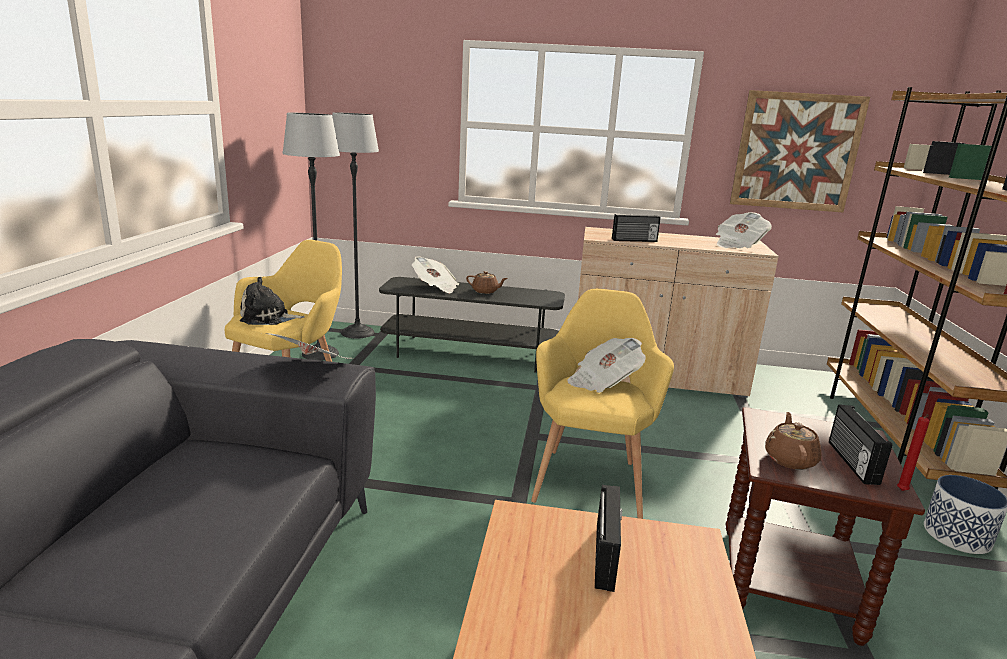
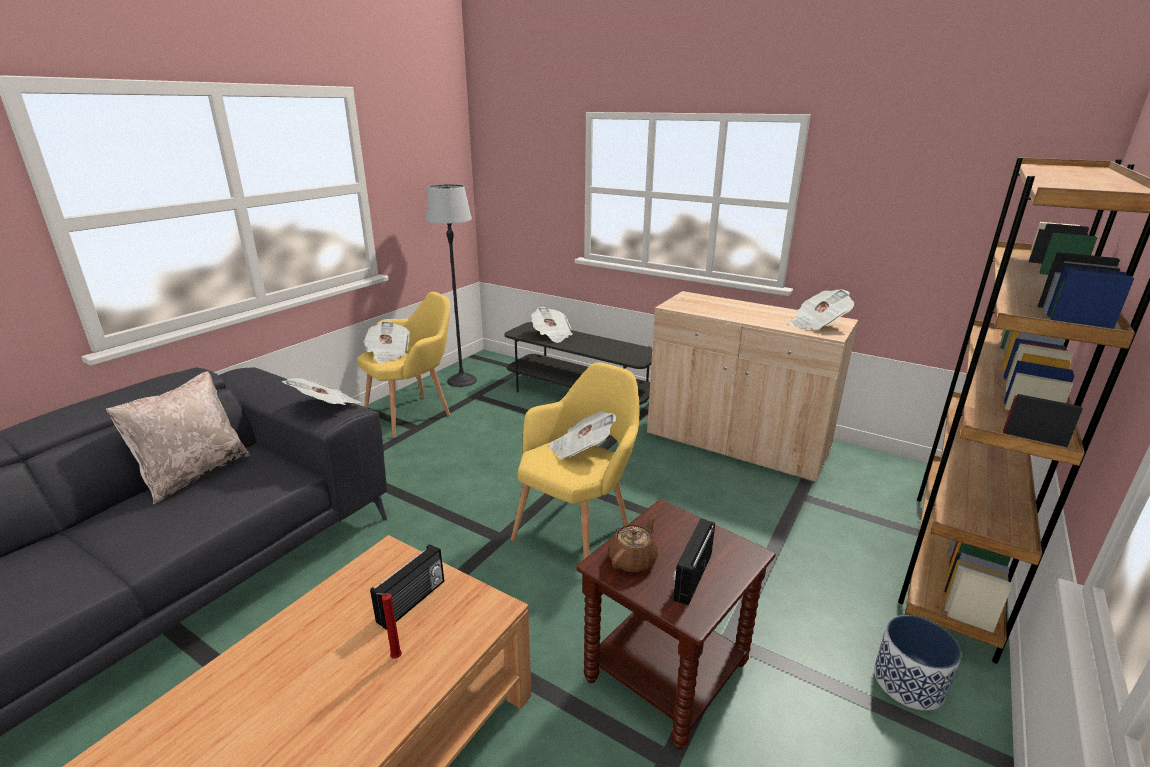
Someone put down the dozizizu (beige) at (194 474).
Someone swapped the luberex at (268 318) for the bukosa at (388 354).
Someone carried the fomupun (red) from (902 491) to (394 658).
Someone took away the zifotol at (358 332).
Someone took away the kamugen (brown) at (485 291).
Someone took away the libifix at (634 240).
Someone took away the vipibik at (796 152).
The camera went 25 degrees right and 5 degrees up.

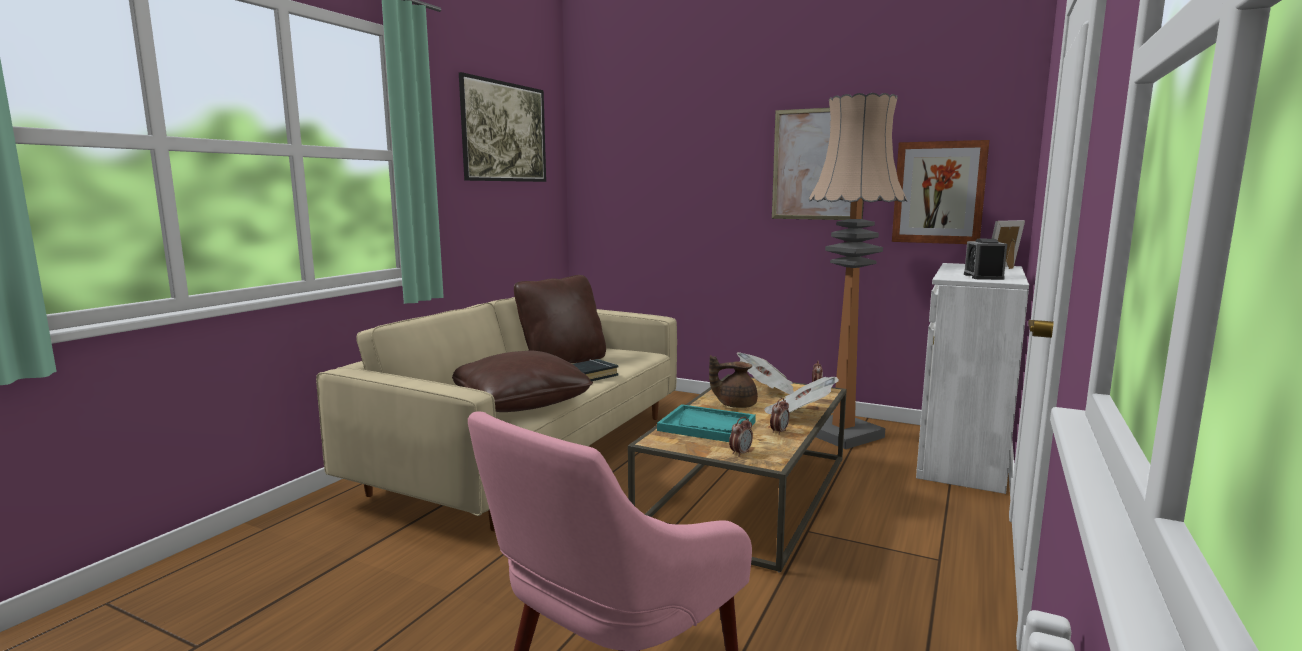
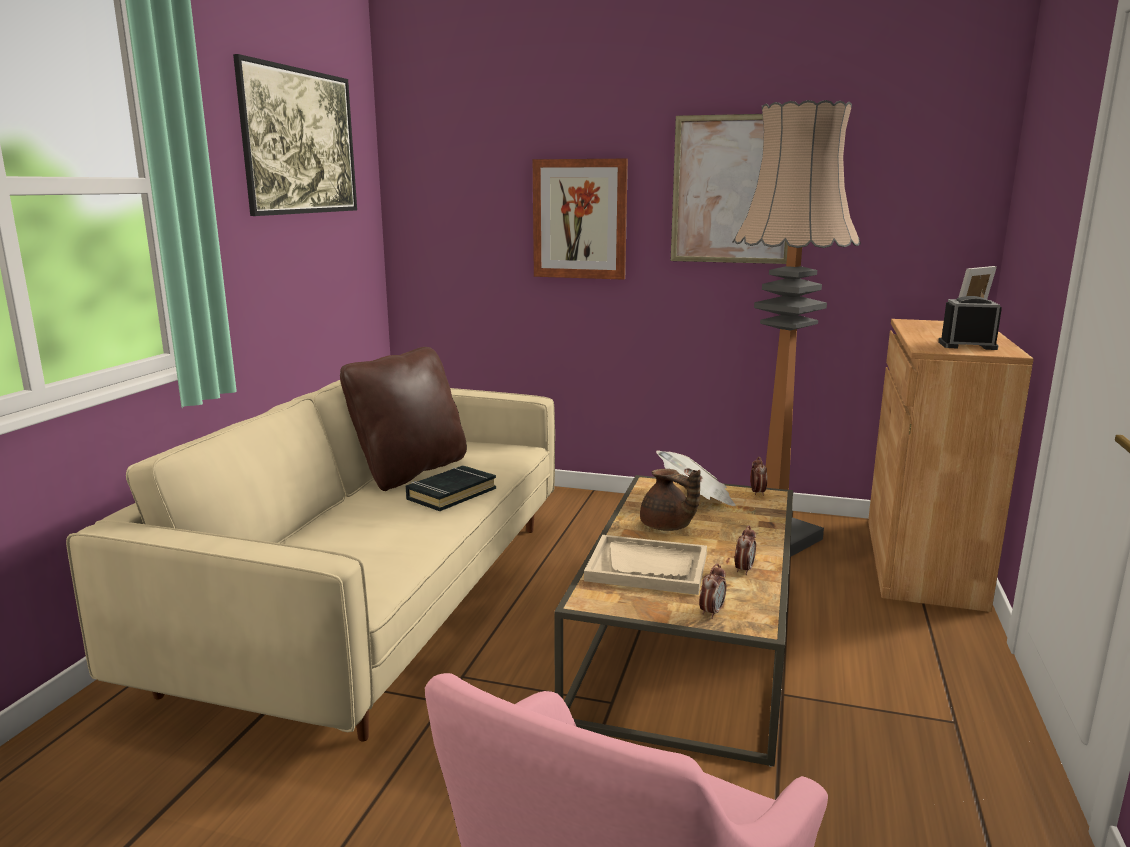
Someone carried the vipibik from (939 192) to (580 219).
Someone repainted the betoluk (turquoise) at (707 426), which became the betoluk (beige) at (647 567).
Someone rotated the kamugen (brown) at (735 405) by 120 degrees counterclockwise.
Someone repainted the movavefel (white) at (962 457), which became the movavefel (brown) at (922 561).
Someone rotated the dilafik at (983 277) by 105 degrees clockwise.
Someone took away the dozizizu (brown) at (521 402).
Someone took away the bukosa at (798 415).
The camera went 10 degrees left and 5 degrees up.

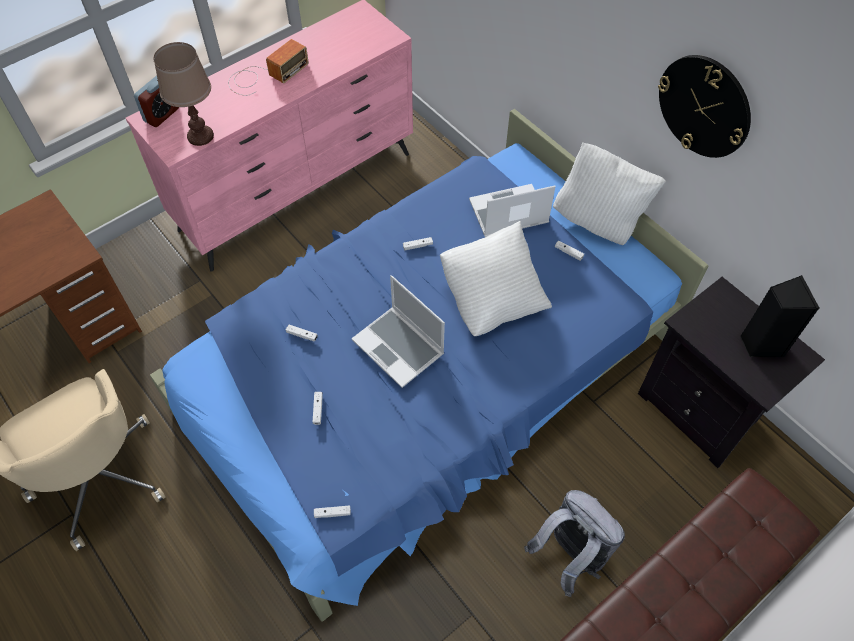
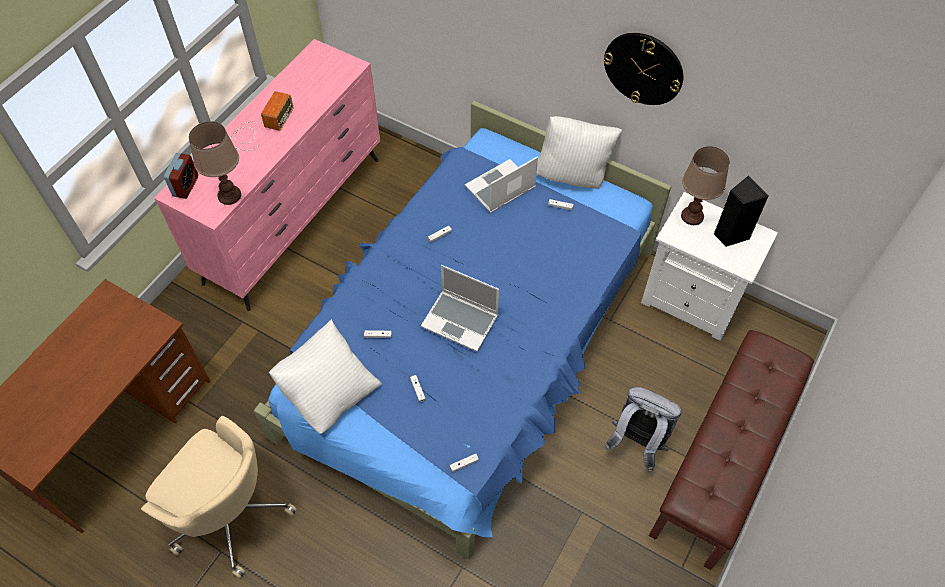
Someone carried the dozizizu (white) from (492 299) to (329 391).
Someone repainted the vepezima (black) at (701 410), which became the vepezima (white) at (692 300).
Someone put down the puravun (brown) at (692 216).
The camera went 20 degrees left and 0 degrees up.

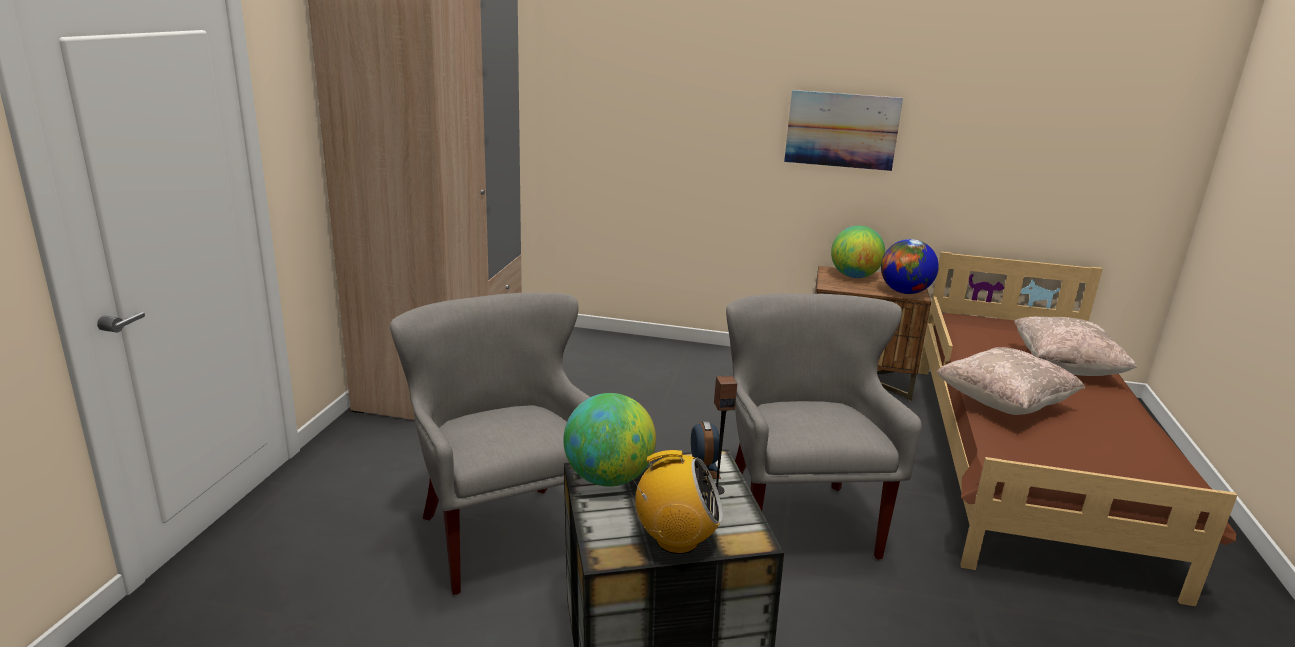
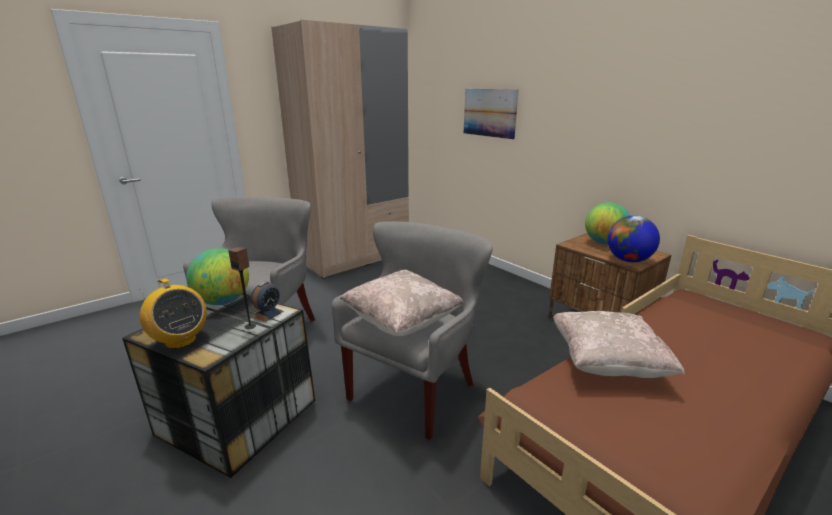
Someone carried the dozizizu (beige) from (1065 368) to (402 322).
Someone carried the vipibik from (842 130) to (489 112).
The camera went 40 degrees right and 0 degrees up.

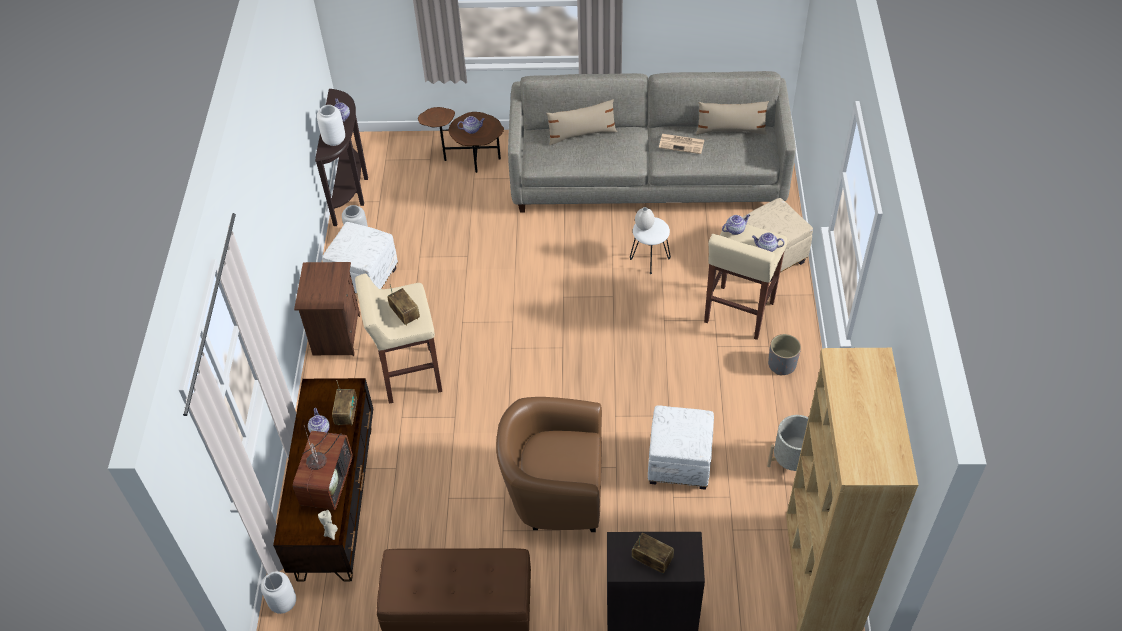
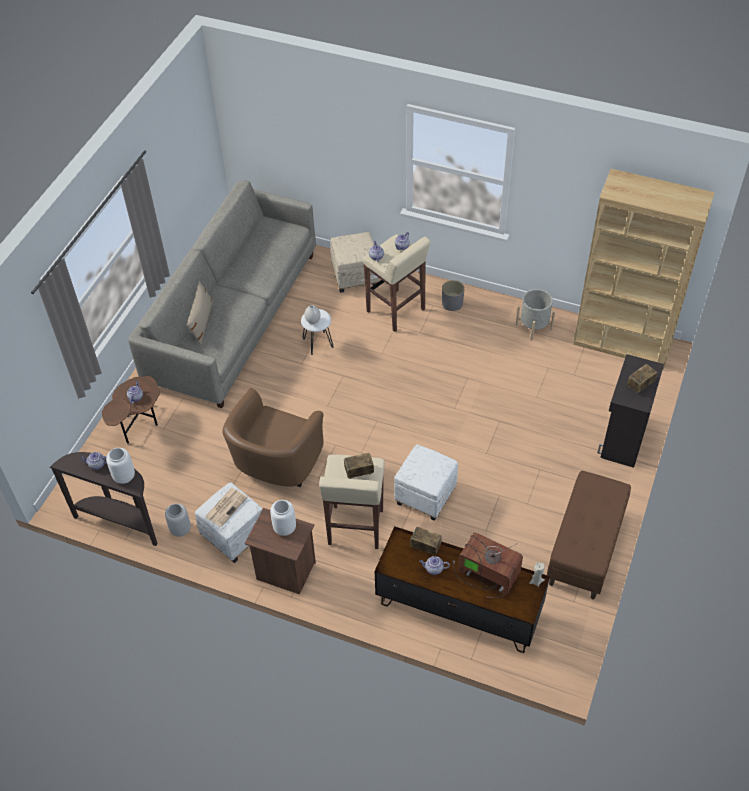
Someone carried the bukosa from (682 144) to (226 506).
Someone carried the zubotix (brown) from (554 491) to (275 465).
Someone carried the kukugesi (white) from (284 603) to (285 527).
Someone carried the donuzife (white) from (678 464) to (425 496).
Someone took away the dozizizu (beige) at (731 130).
The camera went 70 degrees left and 0 degrees up.

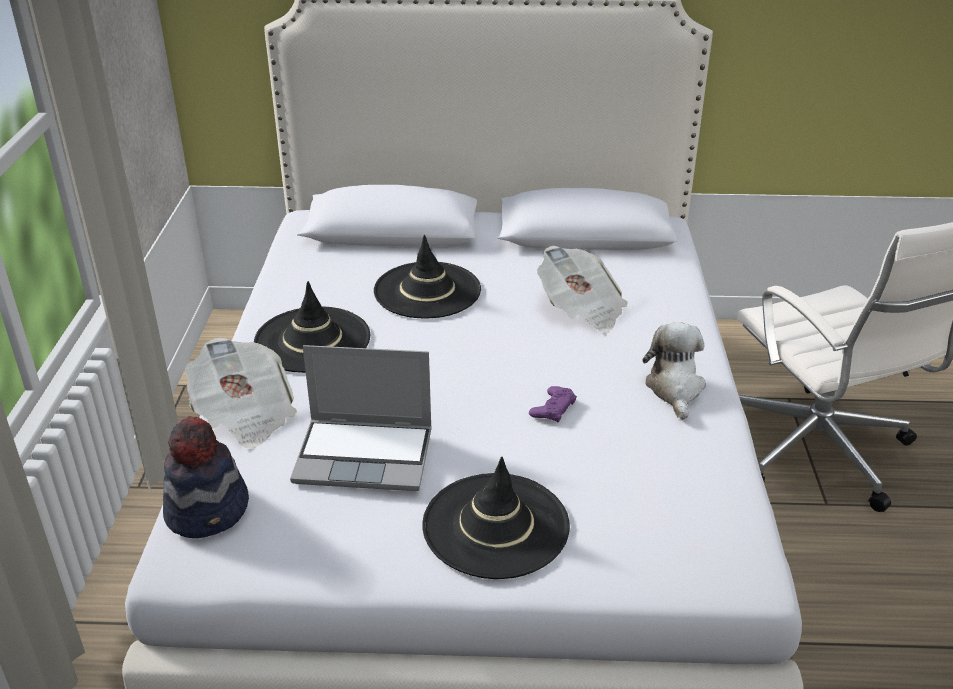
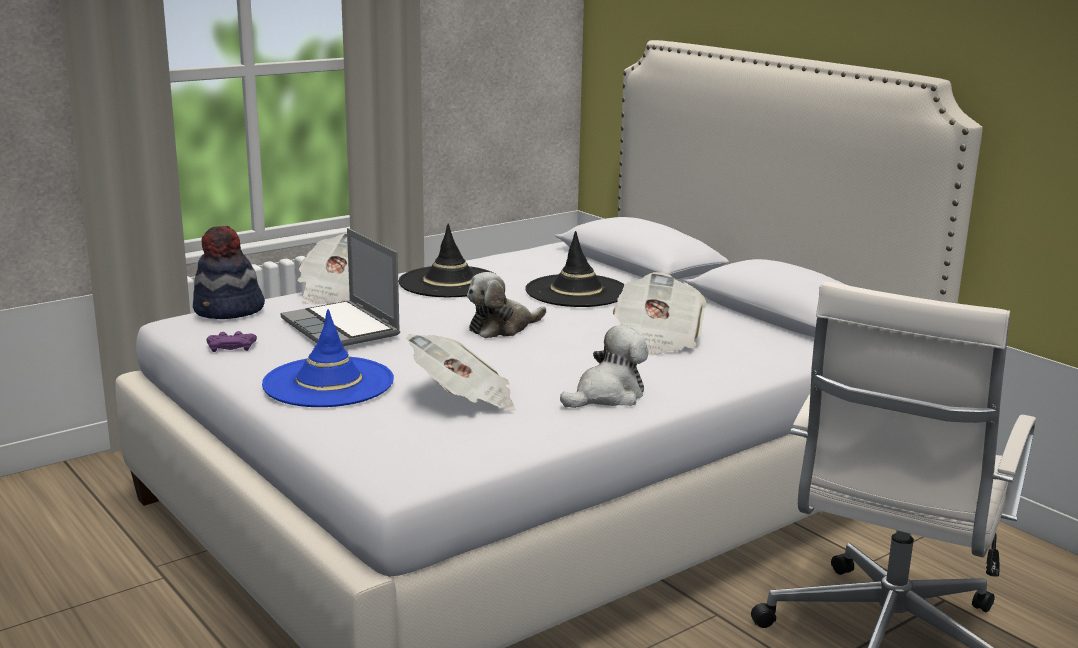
Someone carried the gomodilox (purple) from (553 408) to (231 346).
Someone repainted the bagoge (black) at (495 525), which became the bagoge (blue) at (328 383).
Someone put down the bukosa at (464 400).
Someone put down the luberex at (502 328).
The camera went 50 degrees right and 15 degrees down.

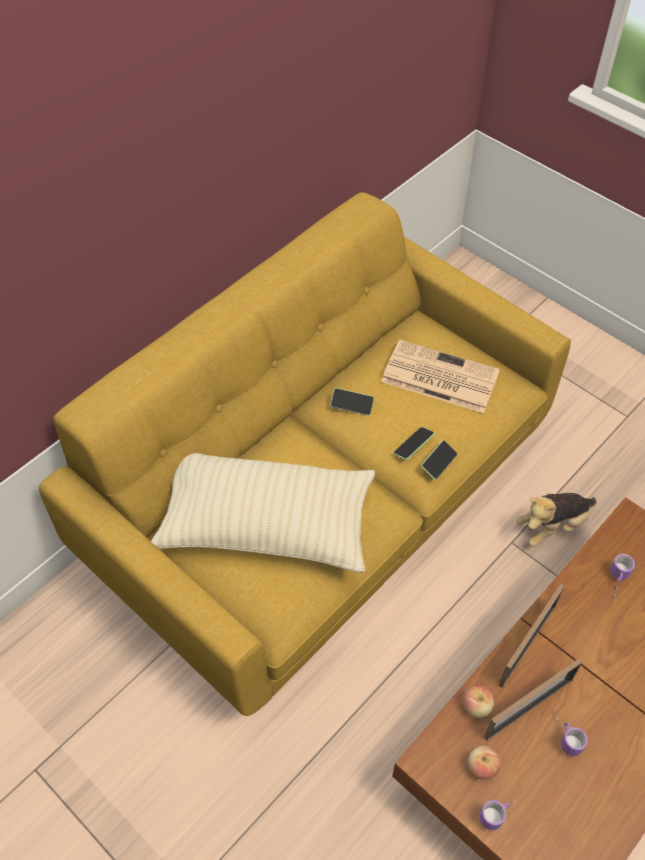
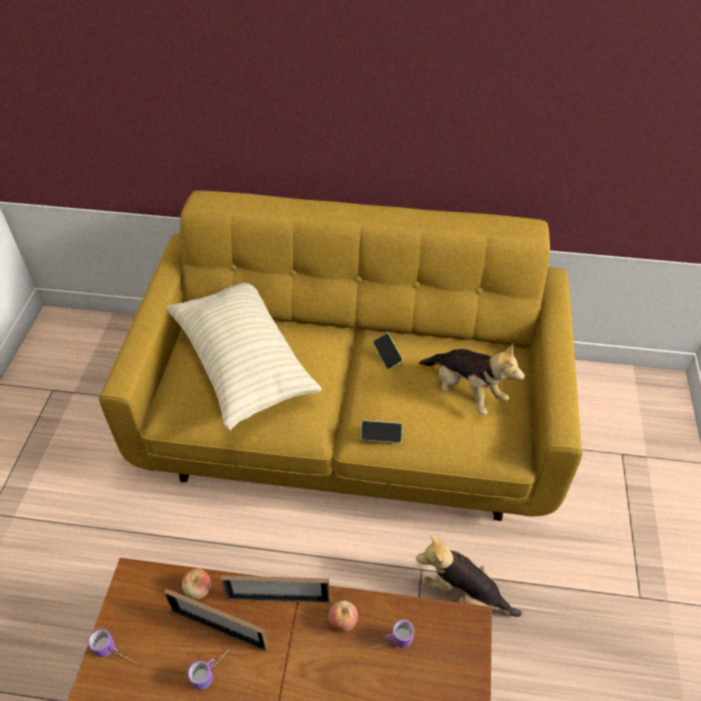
Someone carried the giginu from (481 767) to (343 621).
Someone swapped the bukosa at (438 377) for the luberex at (465 391).
Someone took away the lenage at (413 446).
The camera went 55 degrees right and 5 degrees down.

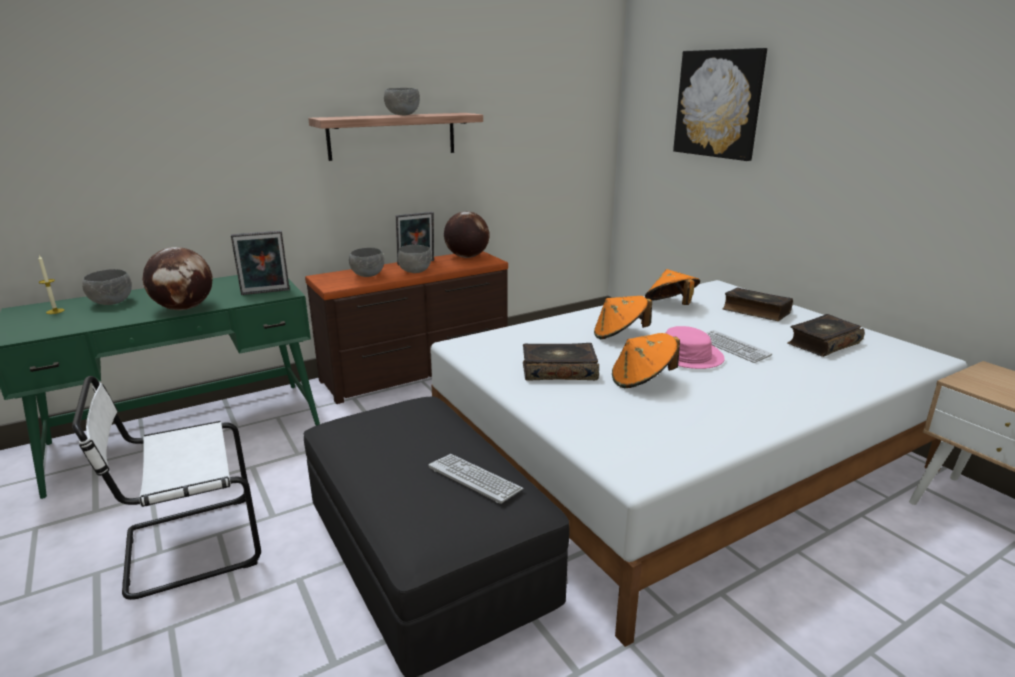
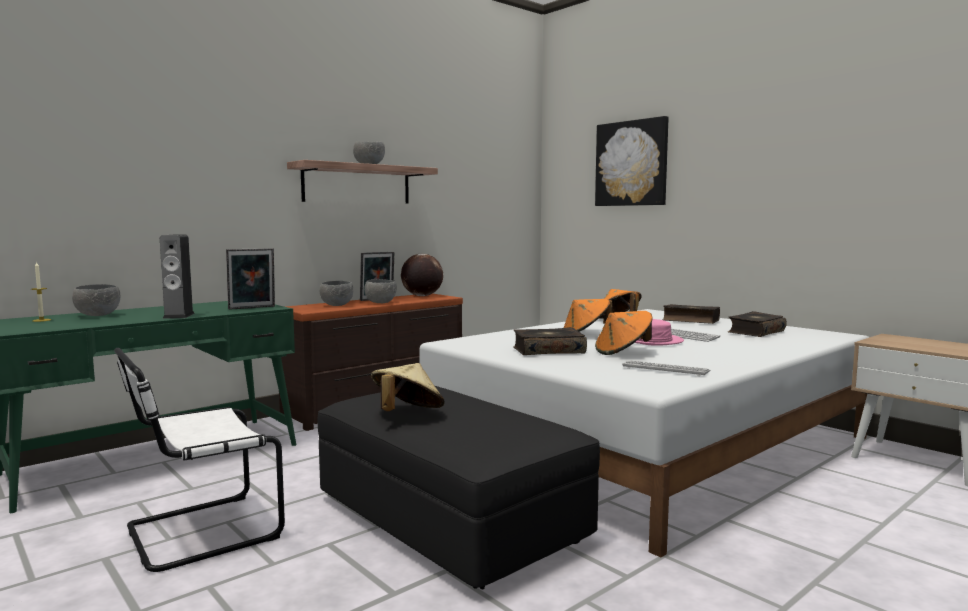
Someone swapped the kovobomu at (184 308) for the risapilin at (179 316).
Someone put down the bagoge (beige) at (407 414).
Someone carried the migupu from (474 479) to (665 369).
The camera went 10 degrees left and 15 degrees down.

